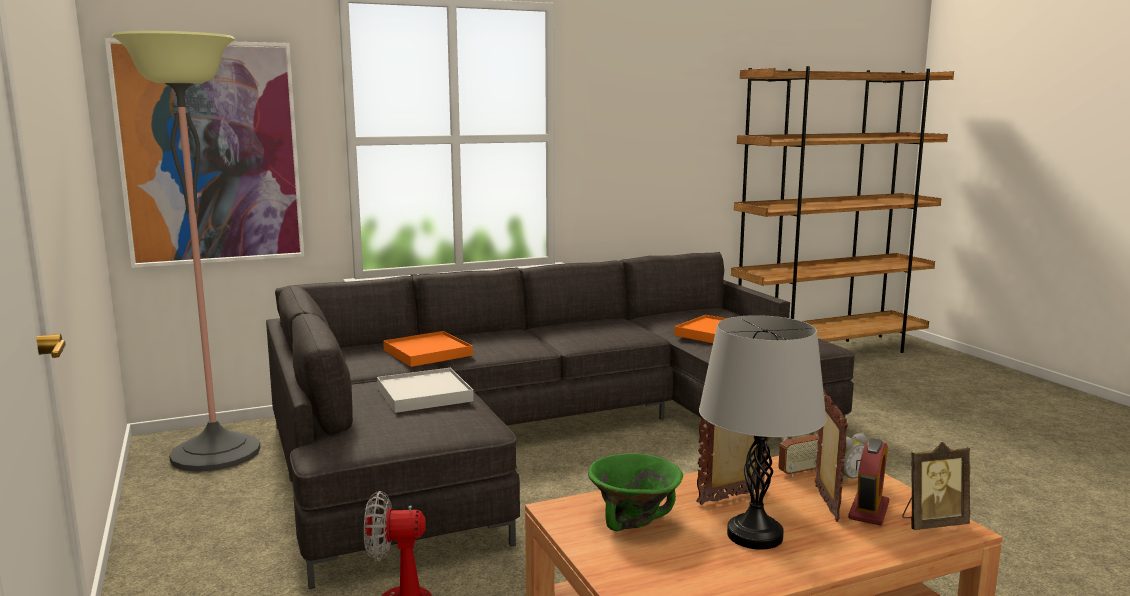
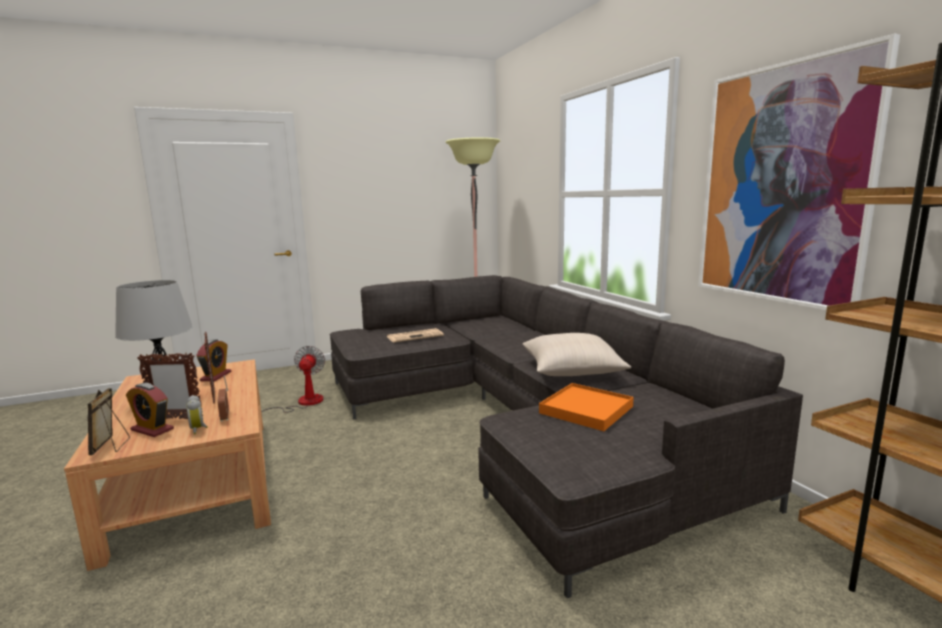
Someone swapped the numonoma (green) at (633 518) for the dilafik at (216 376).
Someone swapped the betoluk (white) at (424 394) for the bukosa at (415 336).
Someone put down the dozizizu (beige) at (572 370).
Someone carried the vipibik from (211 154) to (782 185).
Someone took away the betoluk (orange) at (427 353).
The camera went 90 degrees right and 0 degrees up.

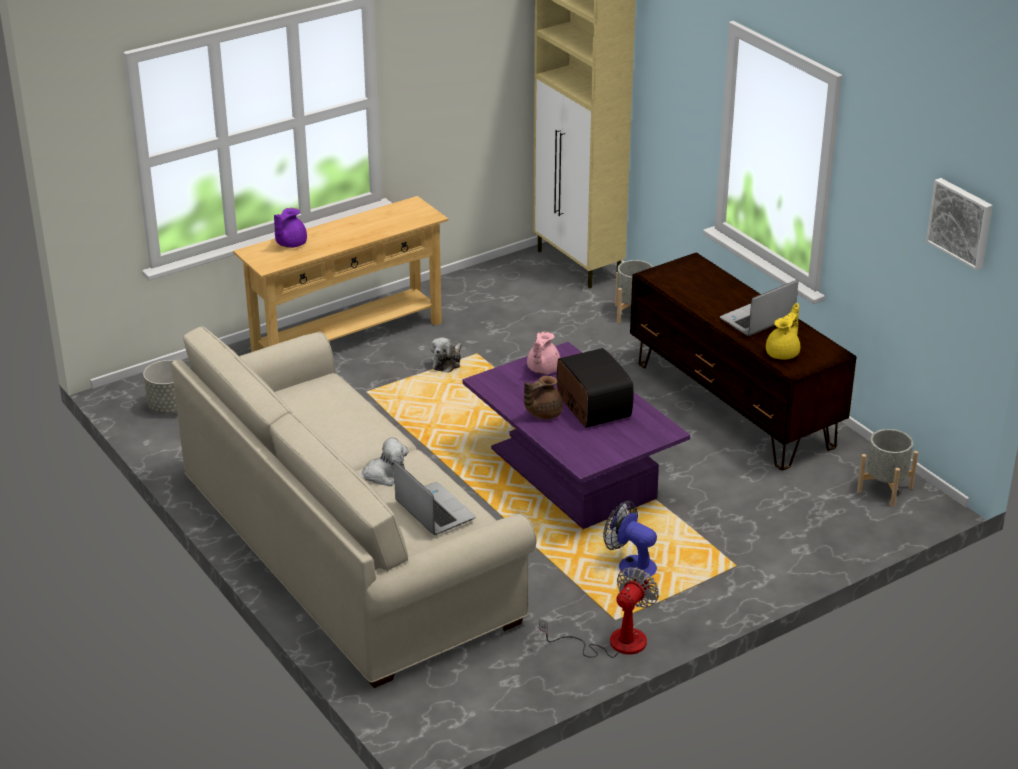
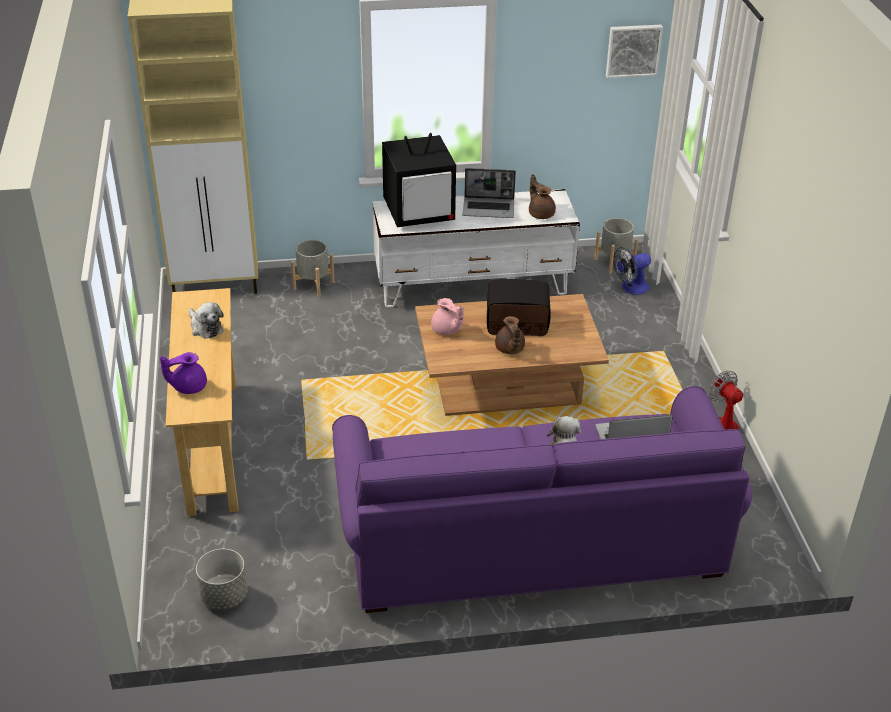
Someone rotated the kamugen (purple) at (290 244) by 105 degrees clockwise.
Someone carried the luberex from (447 363) to (205 327).
Someone repainted the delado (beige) at (346 549), which became the delado (purple) at (531 539).
Someone repainted the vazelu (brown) at (733 405), which became the vazelu (white) at (473 285).
Someone put down the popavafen at (419 212).
Someone repainted the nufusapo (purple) at (572 474), which became the nufusapo (brown) at (506 386).
Someone rotated the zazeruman at (757 320) by 75 degrees counterclockwise.
Someone repainted the kamugen (yellow) at (783 353), which became the kamugen (brown) at (541 213).
Someone carried the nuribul from (631 565) to (630 288).
The camera went 65 degrees left and 5 degrees up.

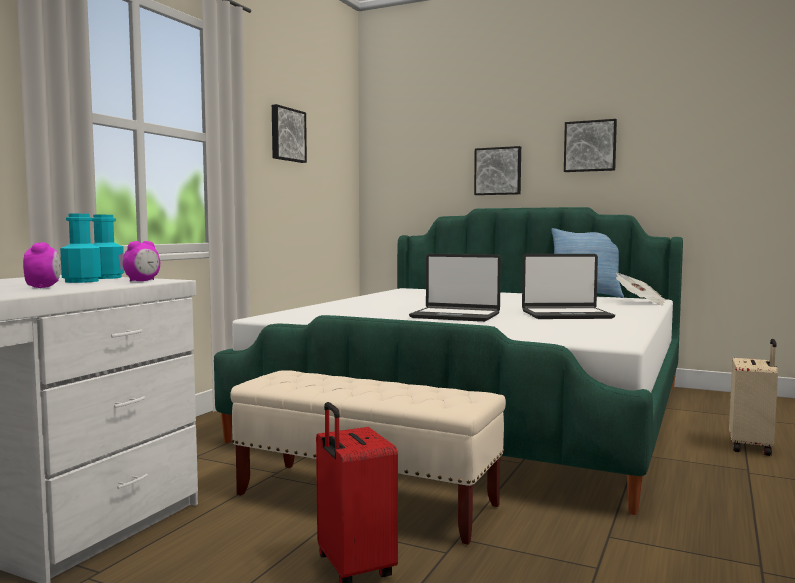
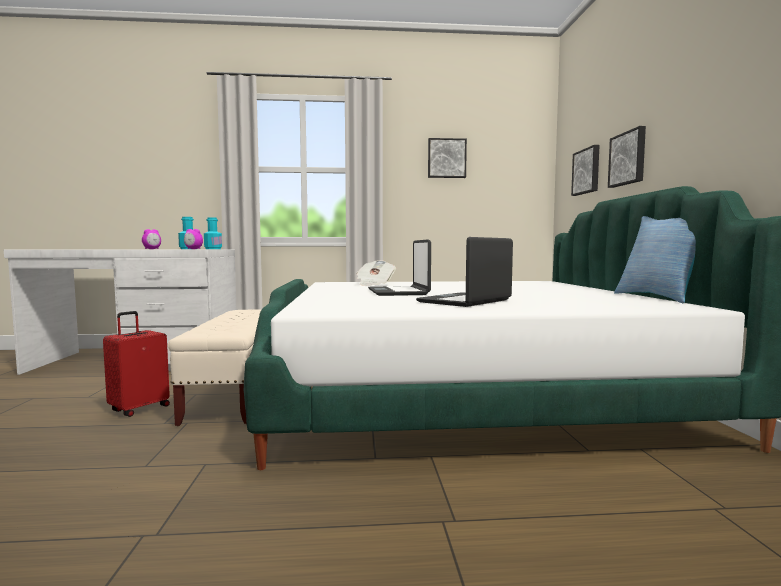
Someone carried the bukosa from (641 303) to (374 284).
Someone rotated the zazeruman at (566 315) by 75 degrees clockwise.
Someone carried the vipibik from (590 146) to (587 171).
Someone took away the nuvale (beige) at (752 447).
The camera went 60 degrees right and 0 degrees up.

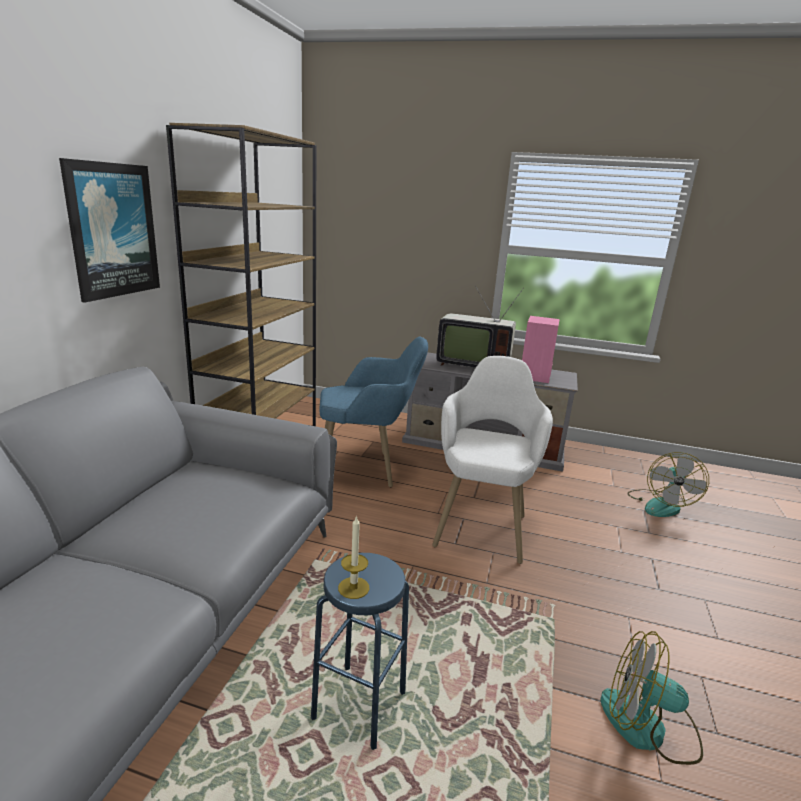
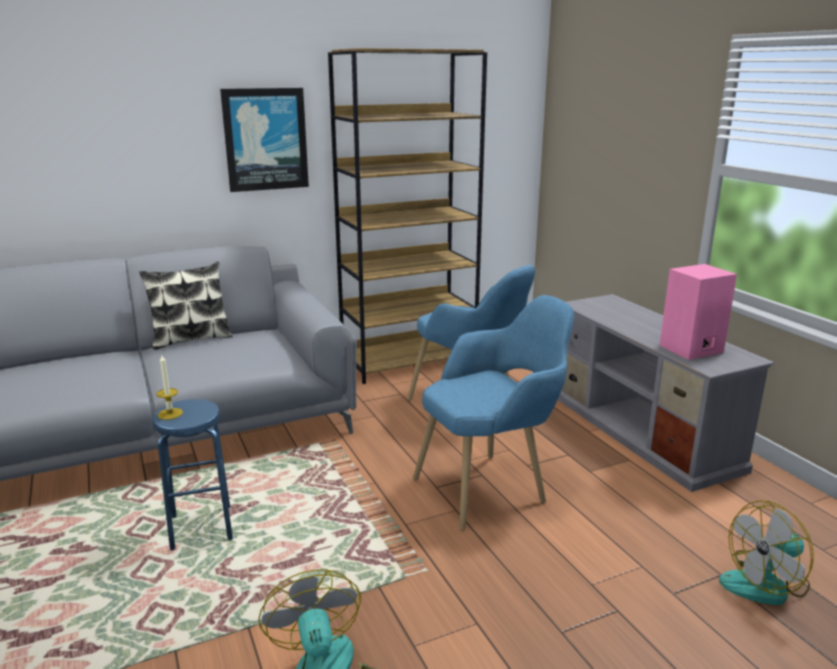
Someone put down the dozizizu at (191 339).
Someone repainted the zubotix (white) at (482 522), which became the zubotix (blue) at (492 486).
Someone took away the popavafen at (472 365).
The camera went 50 degrees right and 0 degrees up.

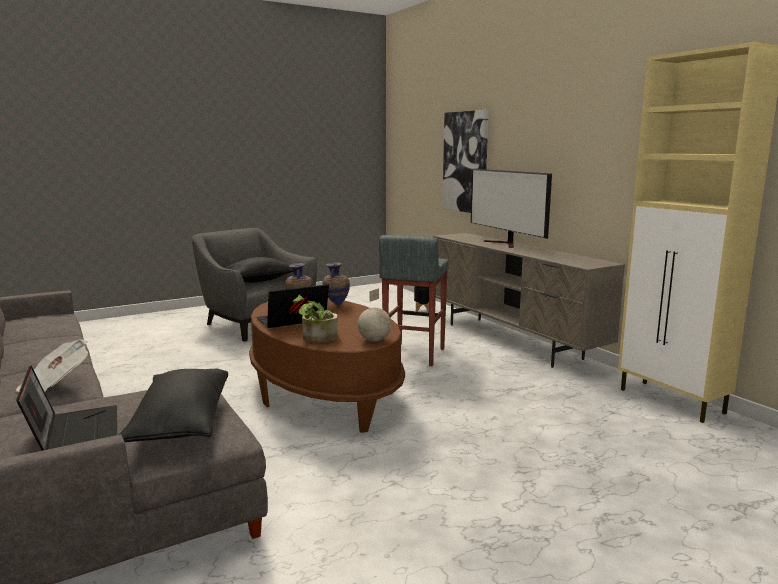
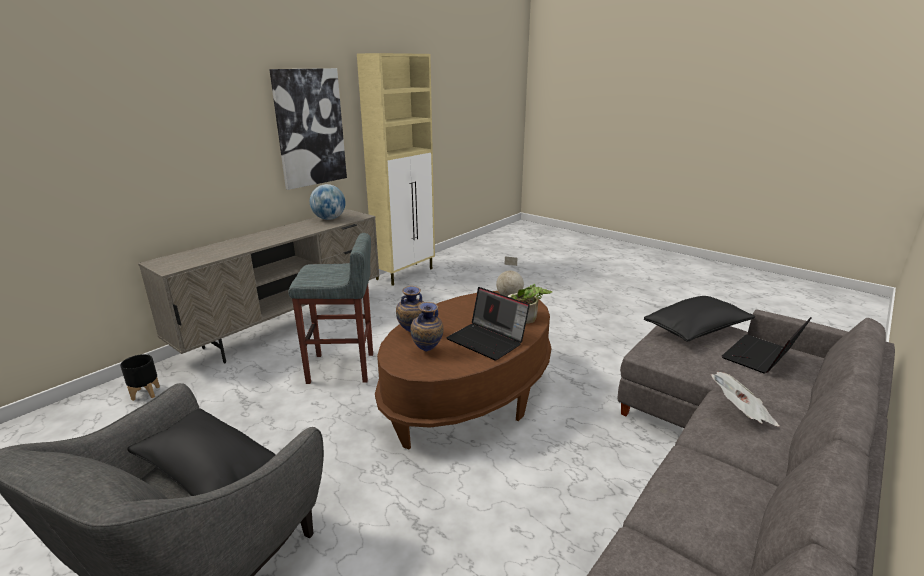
Someone carried the vipibik from (465 162) to (310 128).
Someone put down the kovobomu at (329 219).
Someone took away the popavafen at (505 244).
The camera went 110 degrees left and 10 degrees up.

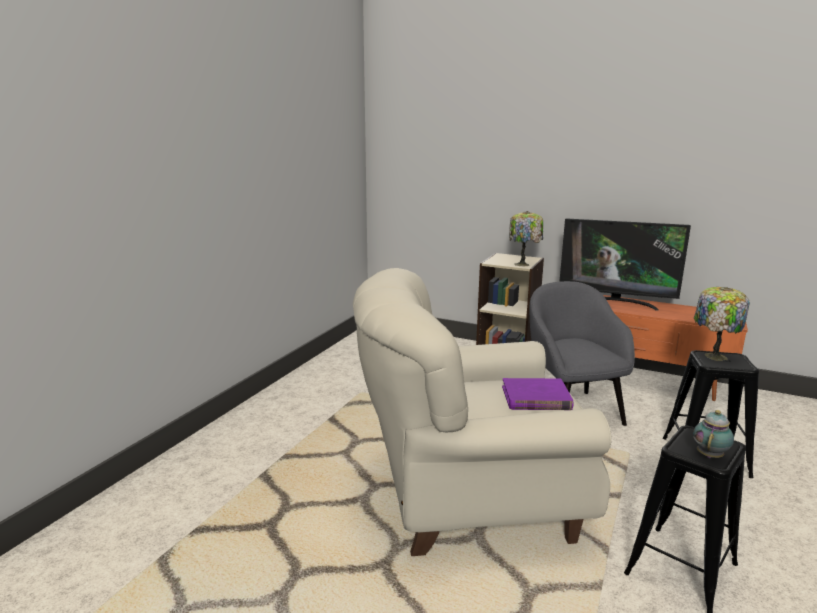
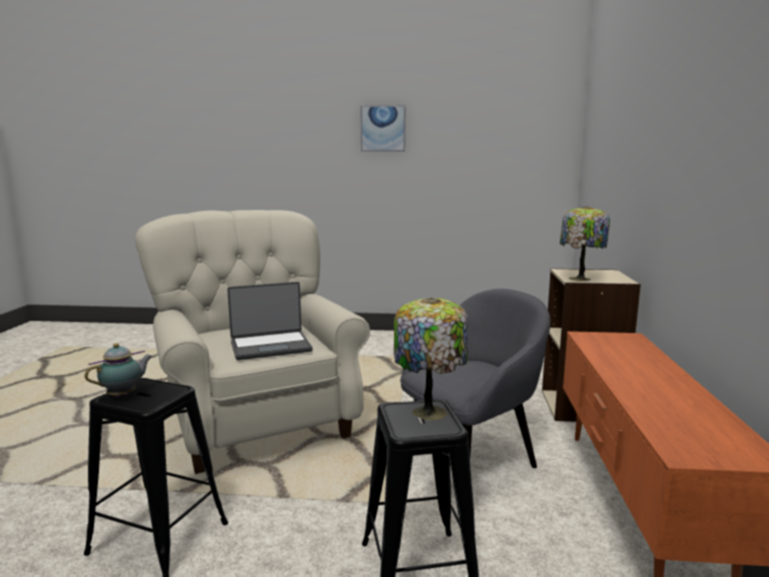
Someone rotated the kamugen at (710 455) by 60 degrees counterclockwise.
Someone swapped the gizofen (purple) at (536 398) for the zazeruman at (270 346).
Someone put up the vipibik at (383 128).
Someone took away the popavafen at (615 302).
The camera went 70 degrees right and 5 degrees down.

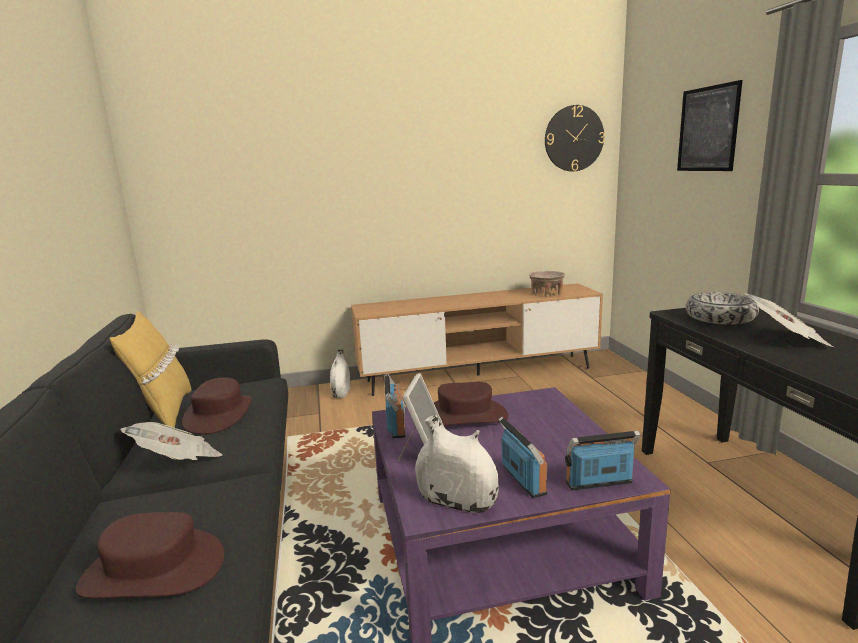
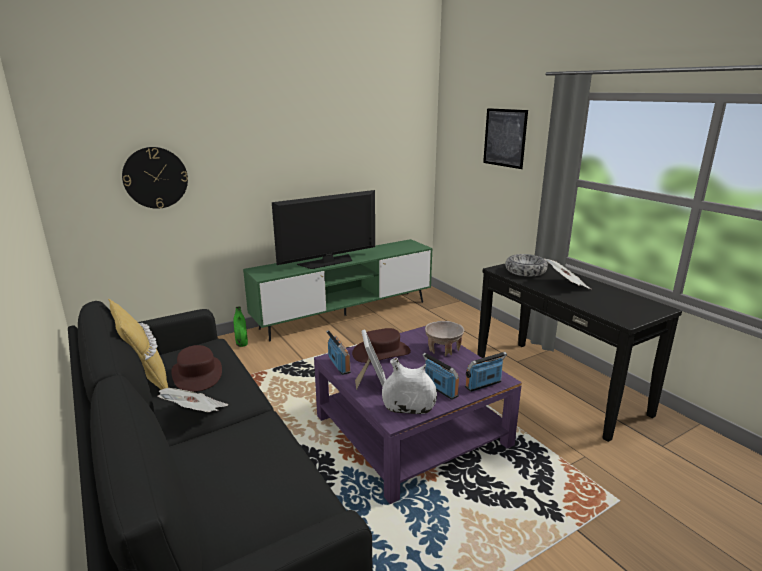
Someone carried the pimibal from (574 138) to (155 178).
Someone repainted the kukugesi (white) at (341 392), which became the kukugesi (green) at (241 341).
Someone repainted the vazelu (brown) at (478 375), which became the vazelu (green) at (345 315).
Someone put down the popavafen at (328 262).
Someone carried the numonoma (beige) from (546 293) to (443 349).
Someone took away the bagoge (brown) at (154 569).
The camera went 20 degrees left and 5 degrees up.

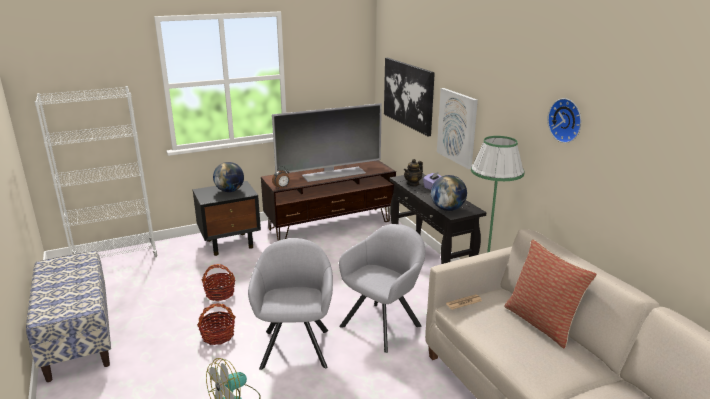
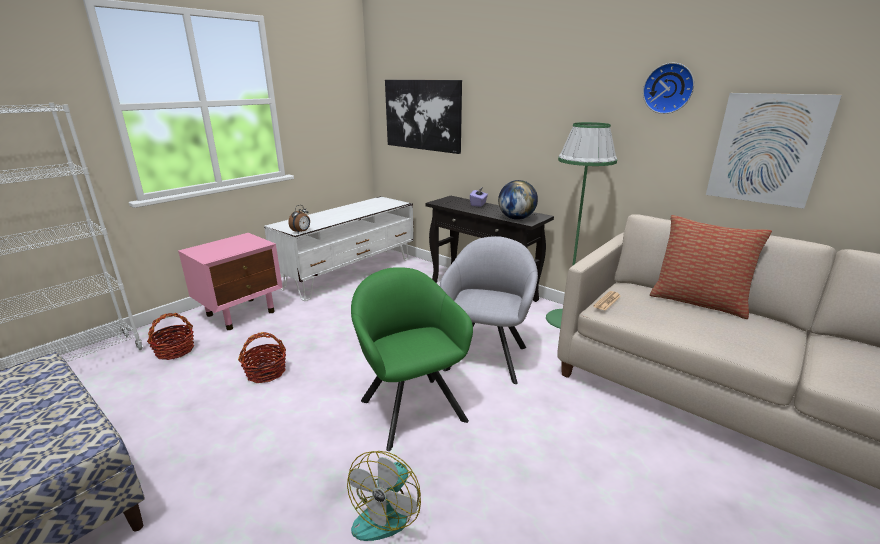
Someone carried the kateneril from (218 336) to (175 351).
Someone repainted the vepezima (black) at (230 243), which became the vepezima (pink) at (242 313).
Someone repainted the vazelu (brown) at (330 225), which became the vazelu (white) at (349 273).
Someone repainted the zubotix (grey) at (296 345), which became the zubotix (green) at (410 406).
Someone carried the vipibik from (457 127) to (767 149).
Someone took away the kovobomu at (230 191).
Someone took away the popavafen at (333 174).
Someone took away the kamugen at (413 184).
The camera went 25 degrees left and 0 degrees up.

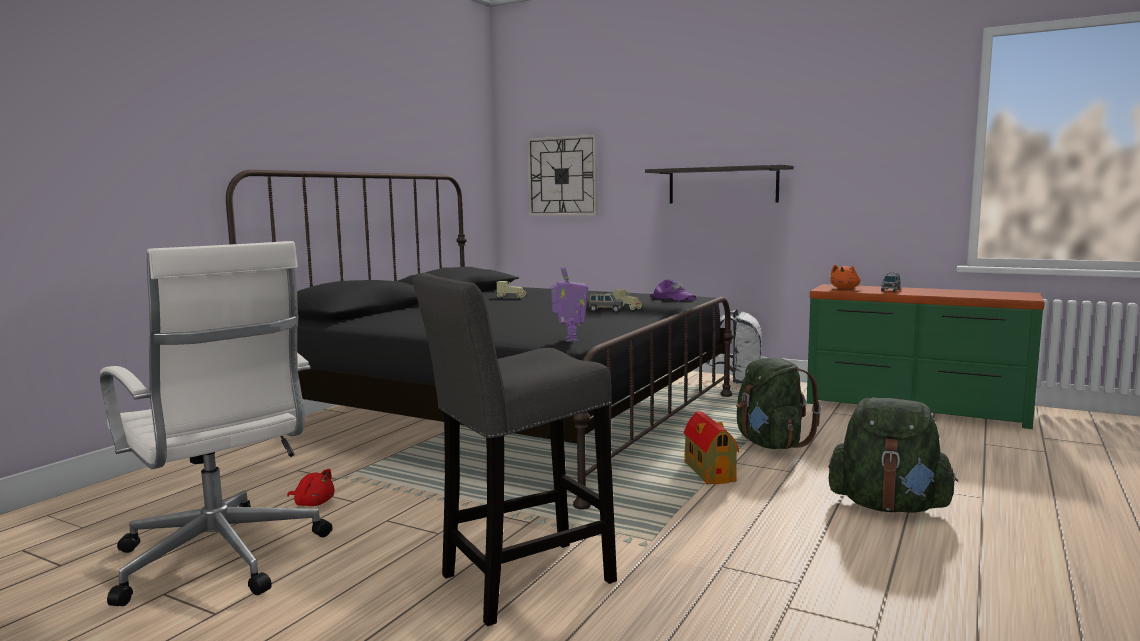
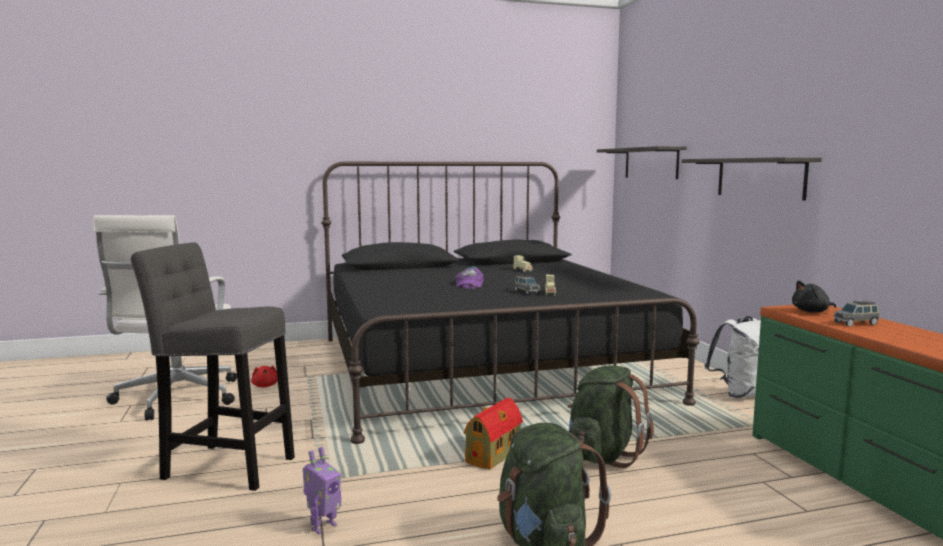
Someone carried the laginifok from (570 339) to (323 526).
Someone carried the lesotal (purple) from (674 298) to (468 284).
Someone swapped the pimibal at (562 176) for the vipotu at (651 163).
Someone repainted the luberex (orange) at (845 288), which became the luberex (black) at (812 311).
The camera went 45 degrees right and 0 degrees up.

